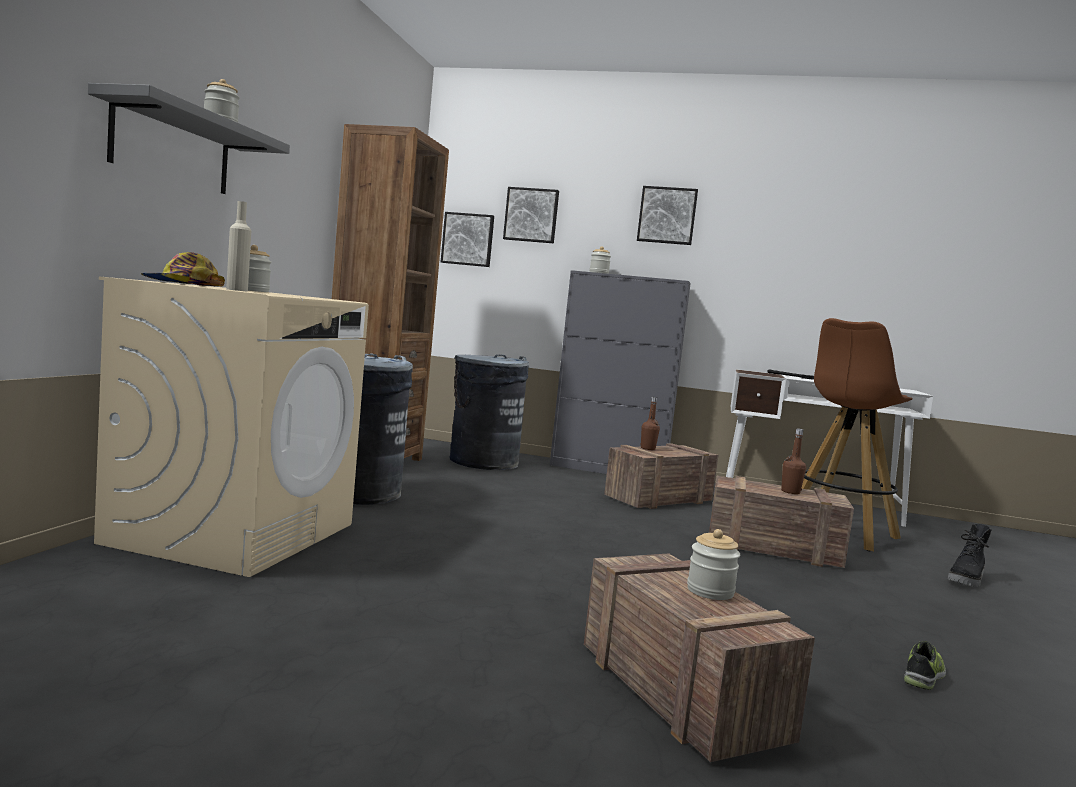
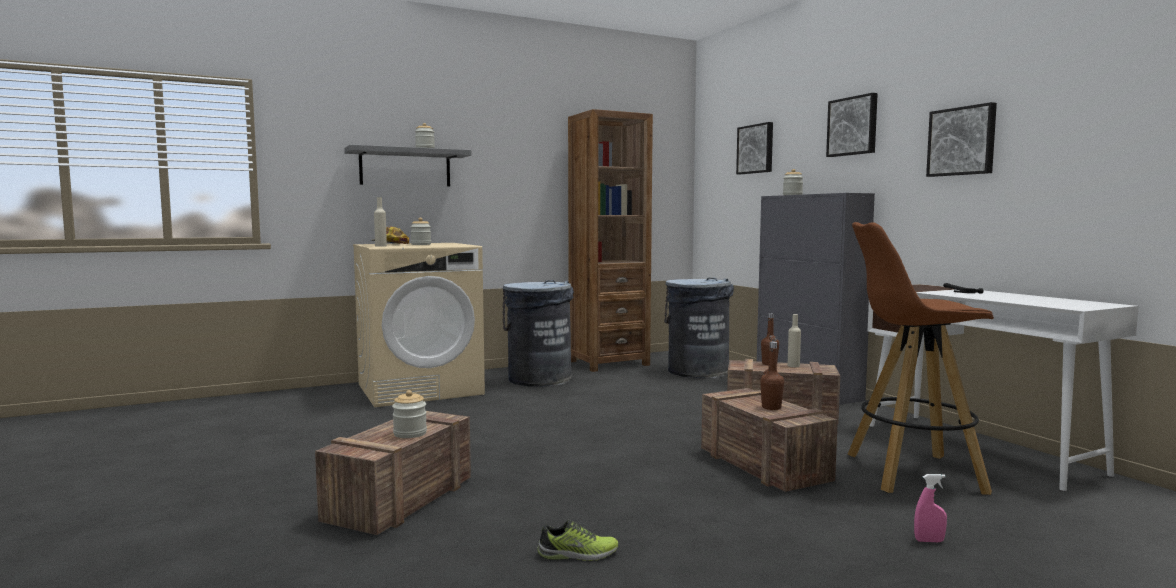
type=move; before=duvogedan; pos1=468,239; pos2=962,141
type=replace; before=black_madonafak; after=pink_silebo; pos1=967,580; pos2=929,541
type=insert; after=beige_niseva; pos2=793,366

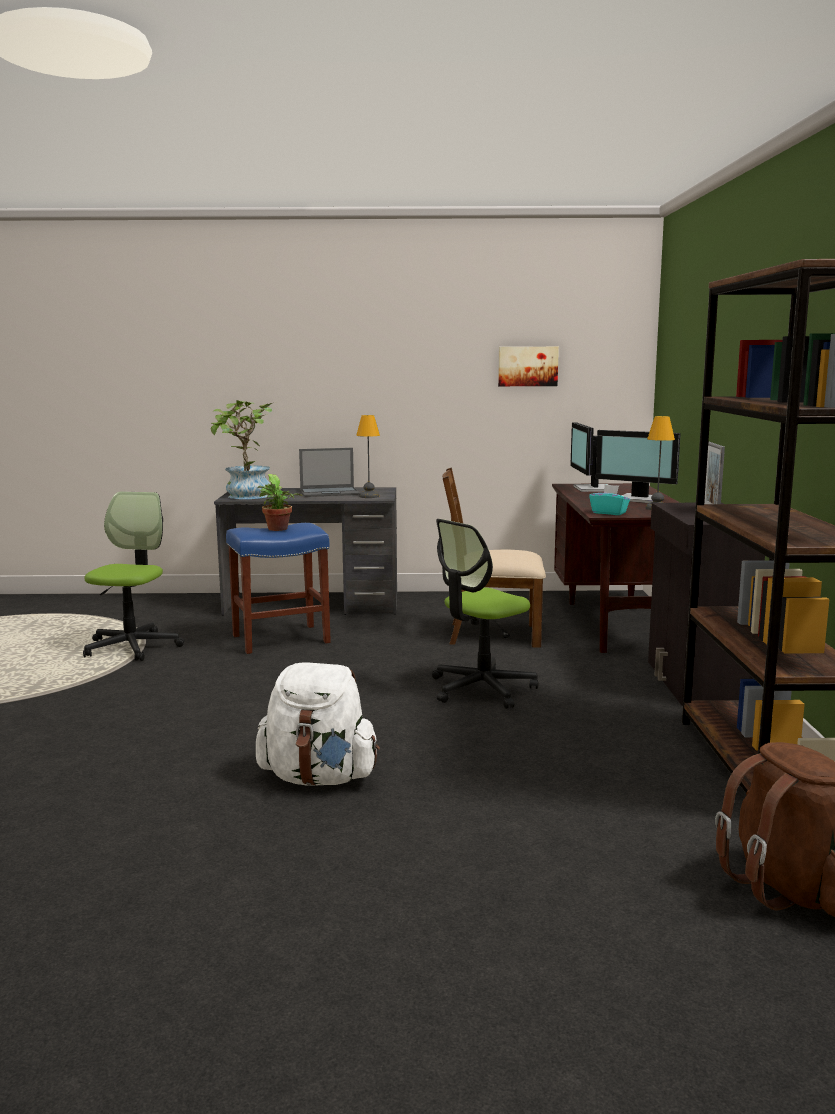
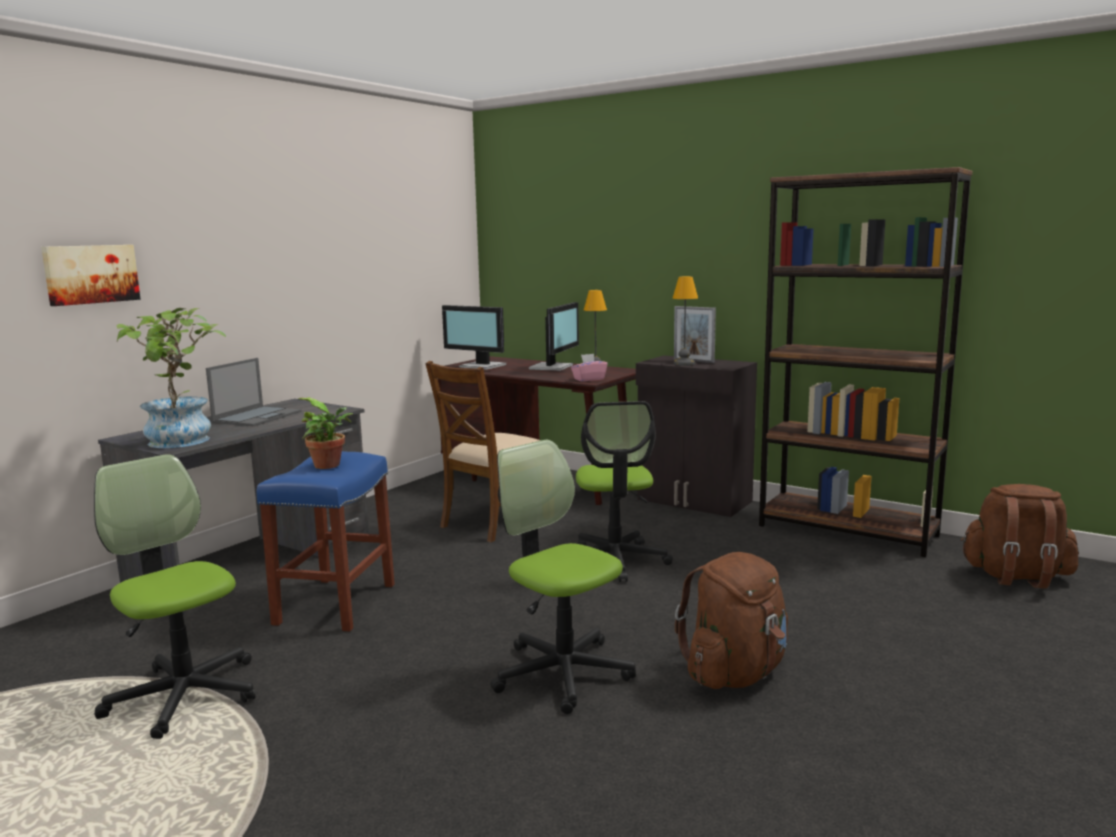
type=recolor; before=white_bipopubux; after=brown_bipopubux; pos1=319,778; pos2=735,673
type=move; before=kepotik; pos1=368,496; pos2=683,364
type=move; before=duvogedan; pos1=527,366; pos2=91,274
type=recolor; before=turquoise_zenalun; after=pink_zenalun; pos1=609,513; pos2=589,379
type=rotate; before=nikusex; pos1=639,499; pos2=553,367; turn=-45
type=insert; after=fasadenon; pos2=562,672

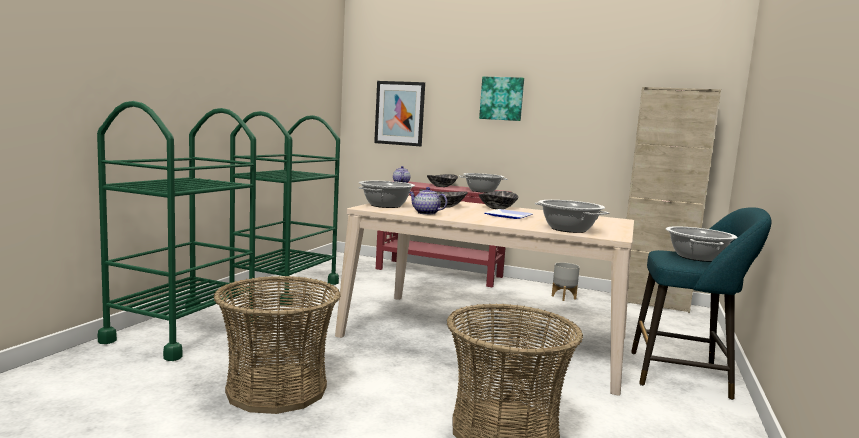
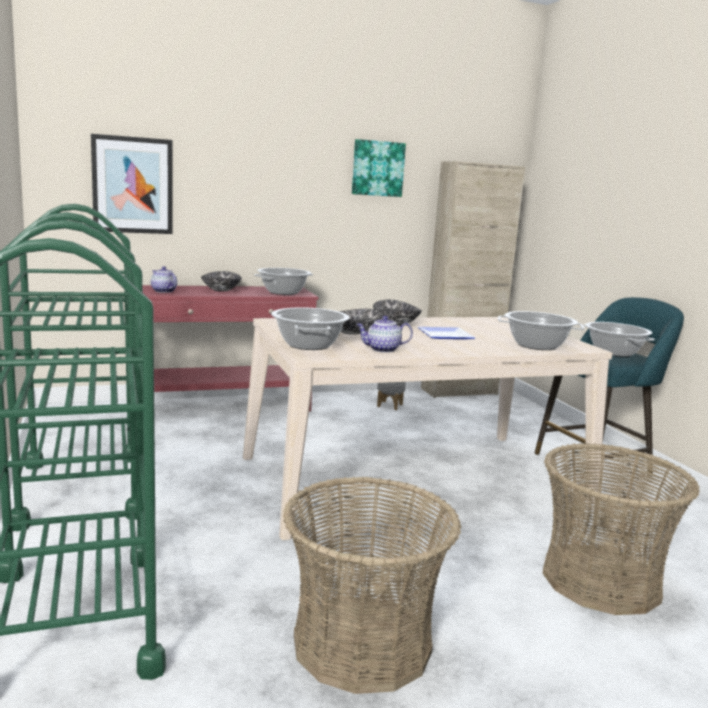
type=move; before=duvogedan; pos1=502,98; pos2=377,168

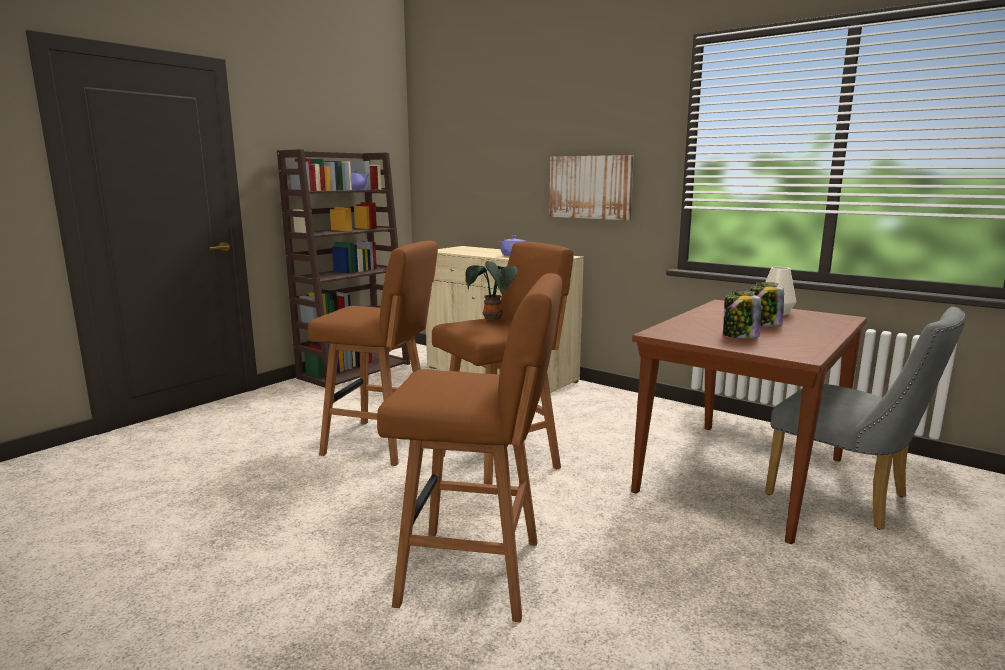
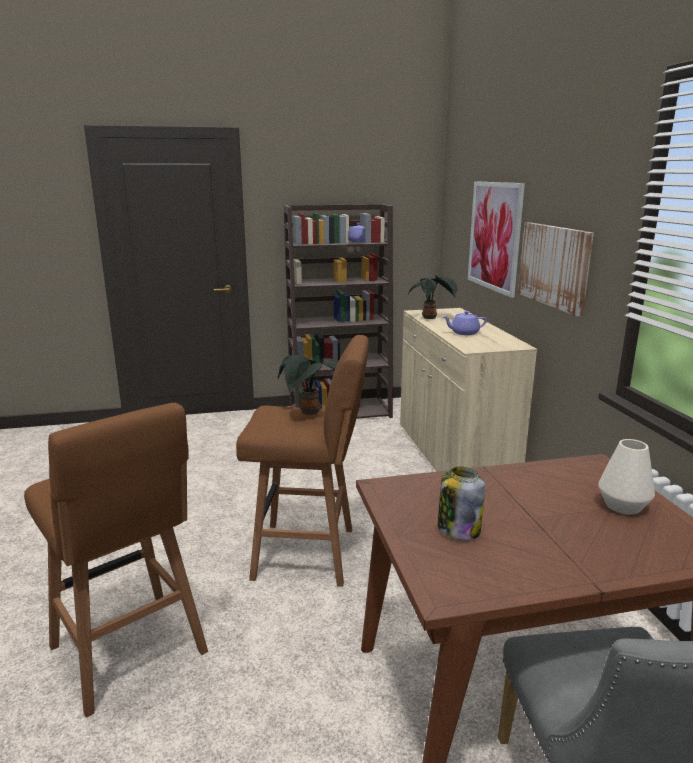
type=delete; before=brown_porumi; pos1=382,443
type=delete; before=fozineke; pos1=763,325
type=insert; after=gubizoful; pos2=431,318
type=insert; after=duvogedan; pos2=494,236

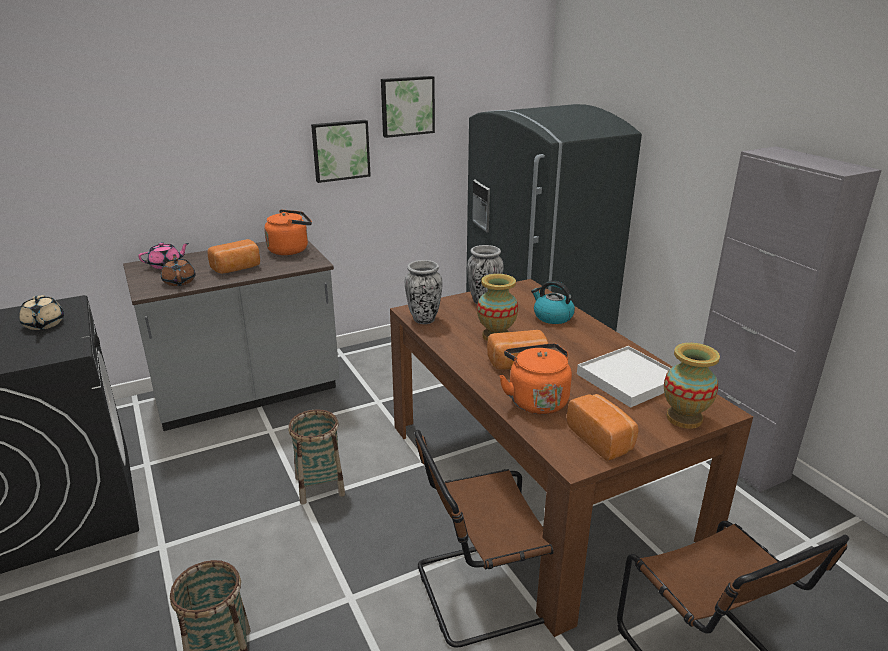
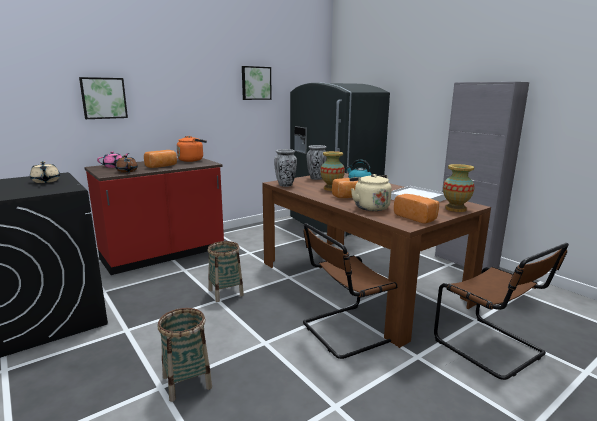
type=recolor; before=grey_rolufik; after=red_rolufik; pos1=248,395; pos2=163,255
type=move; before=duvogedan; pos1=340,150; pos2=103,98
type=recolor; before=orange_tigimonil; after=beige_tigimonil; pos1=536,400; pos2=369,207

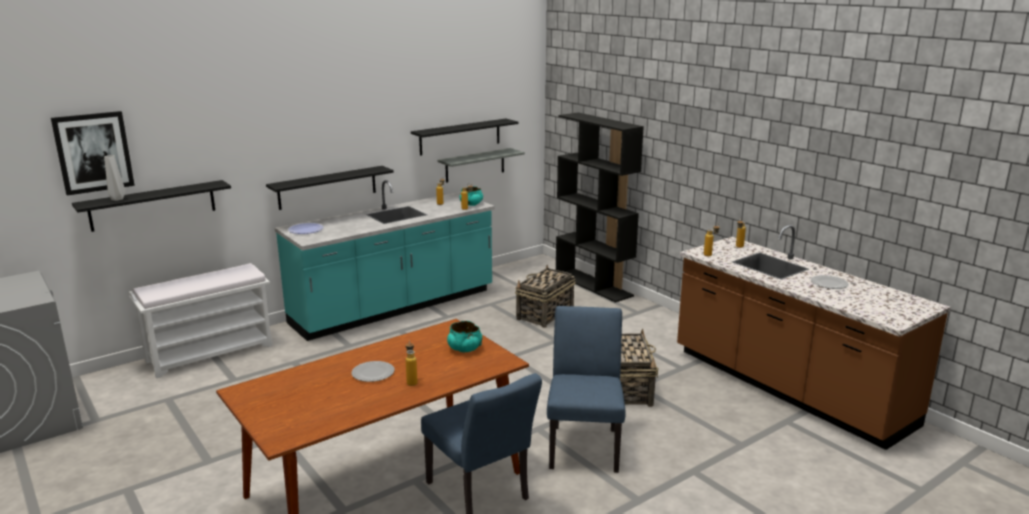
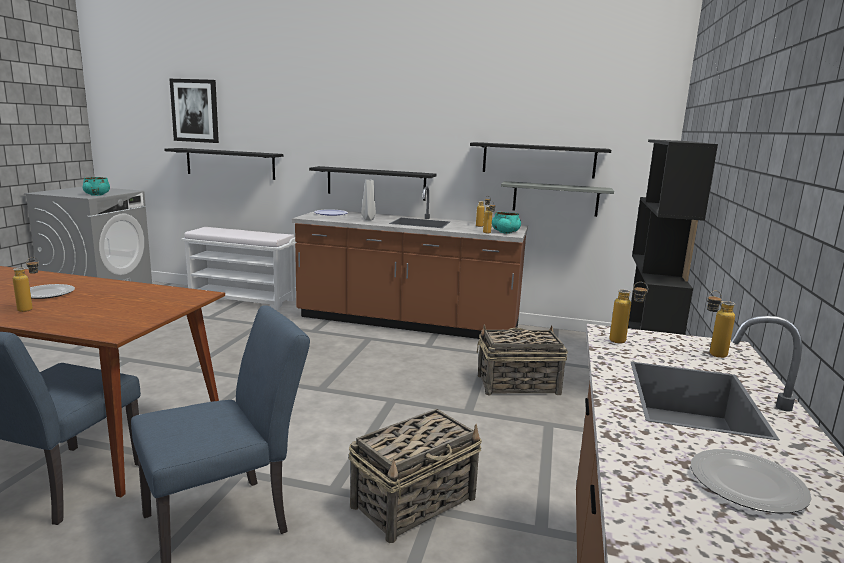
type=move; before=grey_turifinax; pos1=116,199; pos2=367,219
type=recolor; before=turquoise_rolufik; after=brown_rolufik; pos1=394,307; pos2=408,323
type=move; before=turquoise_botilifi; pos1=465,348; pos2=97,194

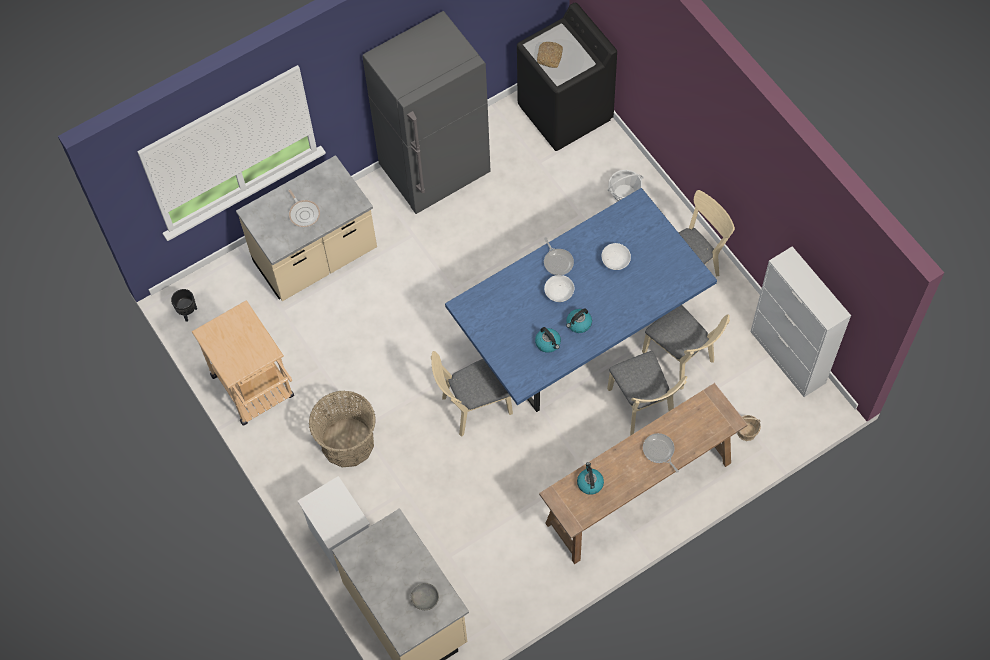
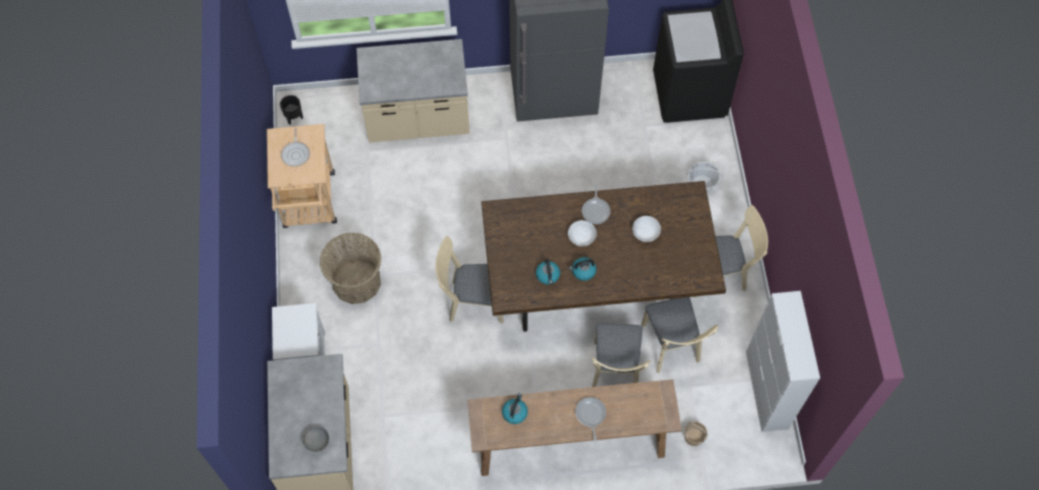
type=move; before=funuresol; pos1=304,213; pos2=296,154
type=recolor; before=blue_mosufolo; after=brown_mosufolo; pos1=579,333; pos2=597,283
type=delete; before=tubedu; pos1=550,57

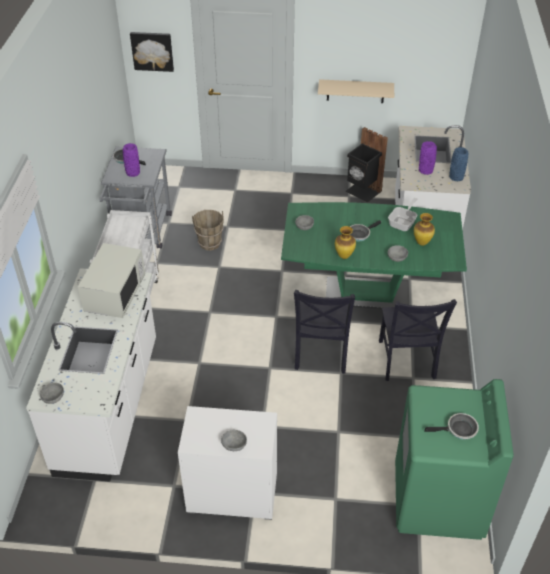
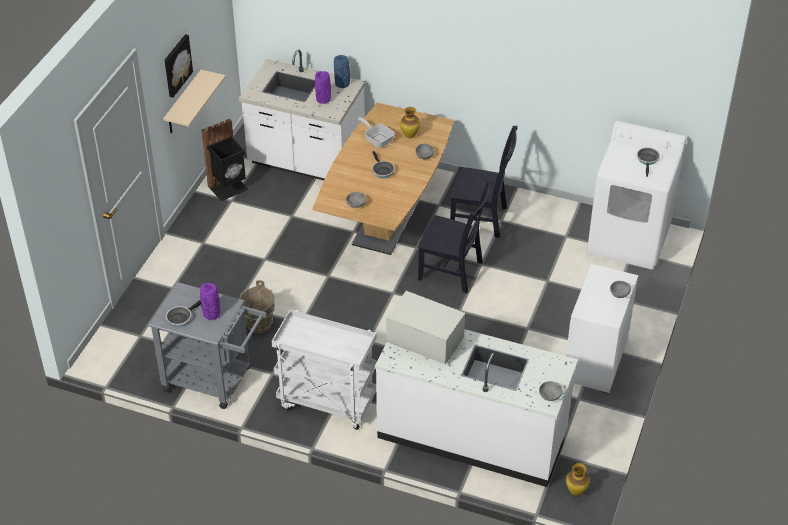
type=move; before=duvogedan; pos1=152,51; pos2=176,65
type=recolor; before=green_mosufolo; after=brown_mosufolo; pos1=367,293; pos2=386,223
type=move; before=turifinax; pos1=344,256; pos2=576,491
type=recolor; before=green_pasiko; after=white_pasiko; pos1=438,500; pos2=629,240

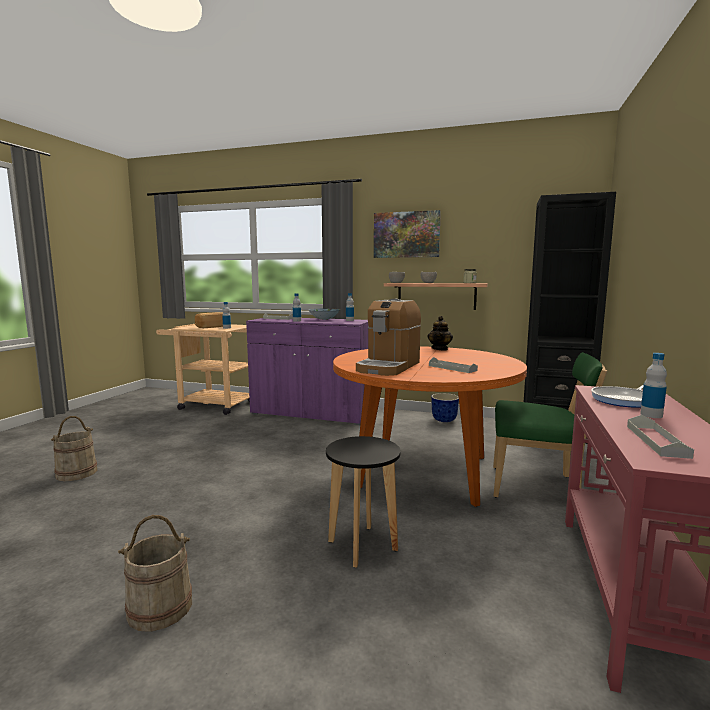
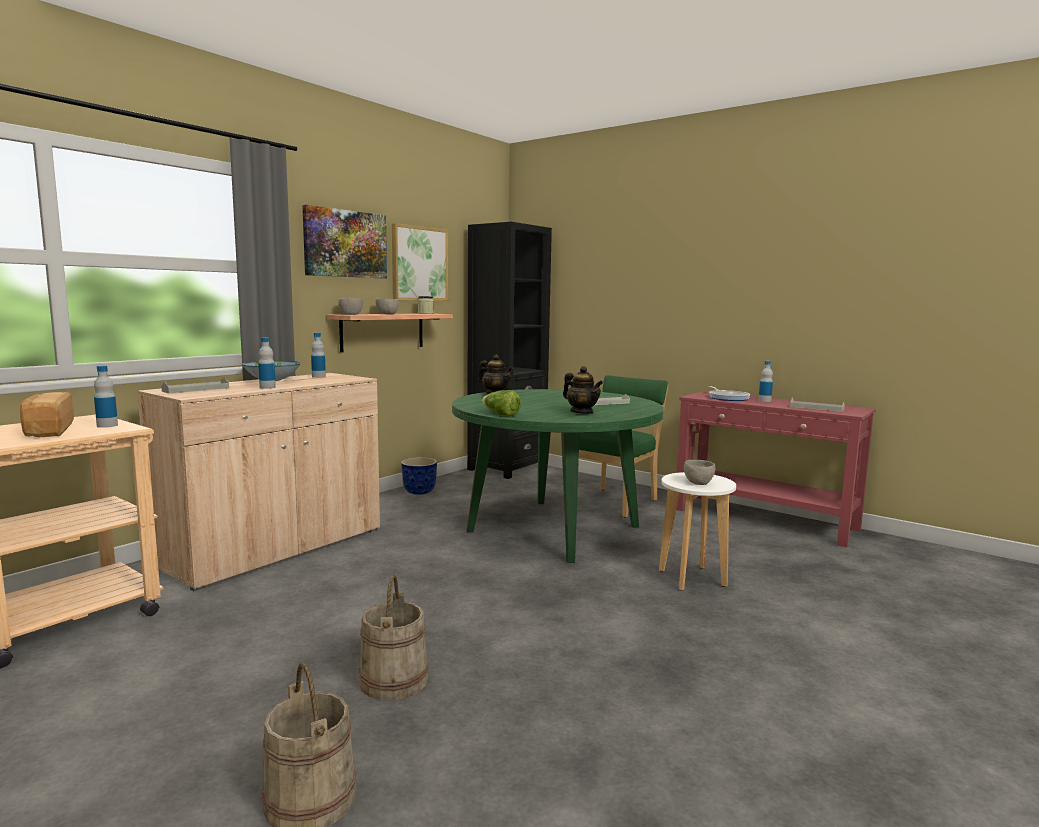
type=move; before=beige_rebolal; pos1=160,608; pos2=394,680
type=recolor; before=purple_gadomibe; after=beige_gadomibe; pos1=311,413; pos2=275,548
type=recolor; before=black_porumi; after=white_porumi; pos1=363,546; pos2=692,578
type=recolor; before=orange_mosufolo; after=green_mosufolo; pos1=423,471; pos2=553,528
type=replace; before=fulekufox; after=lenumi; pos1=388,367; pos2=582,412
type=insert; after=duvogedan; pos2=419,264
type=insert; after=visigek; pos2=500,414
type=insert; after=grey_botilifi; pos2=697,483

